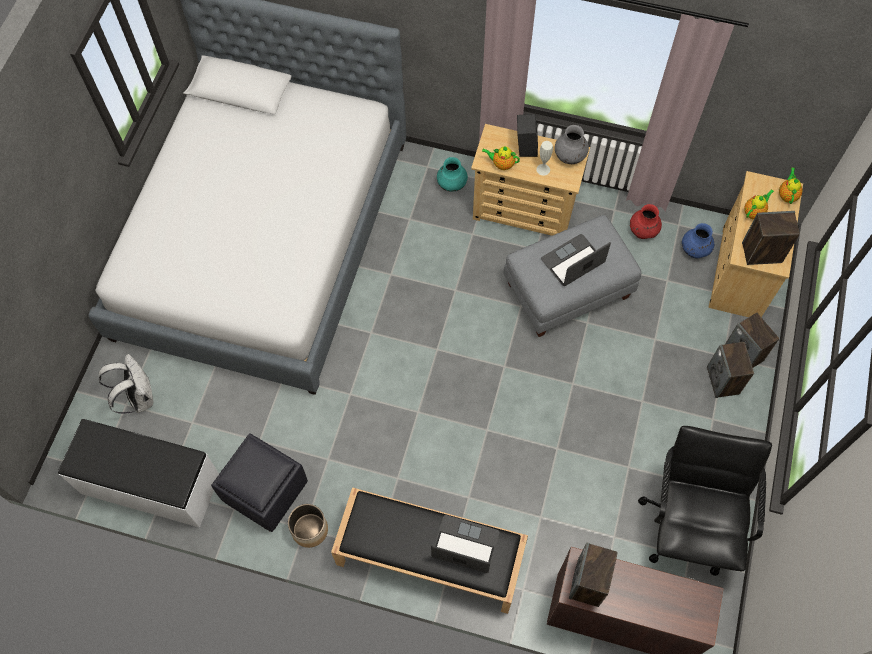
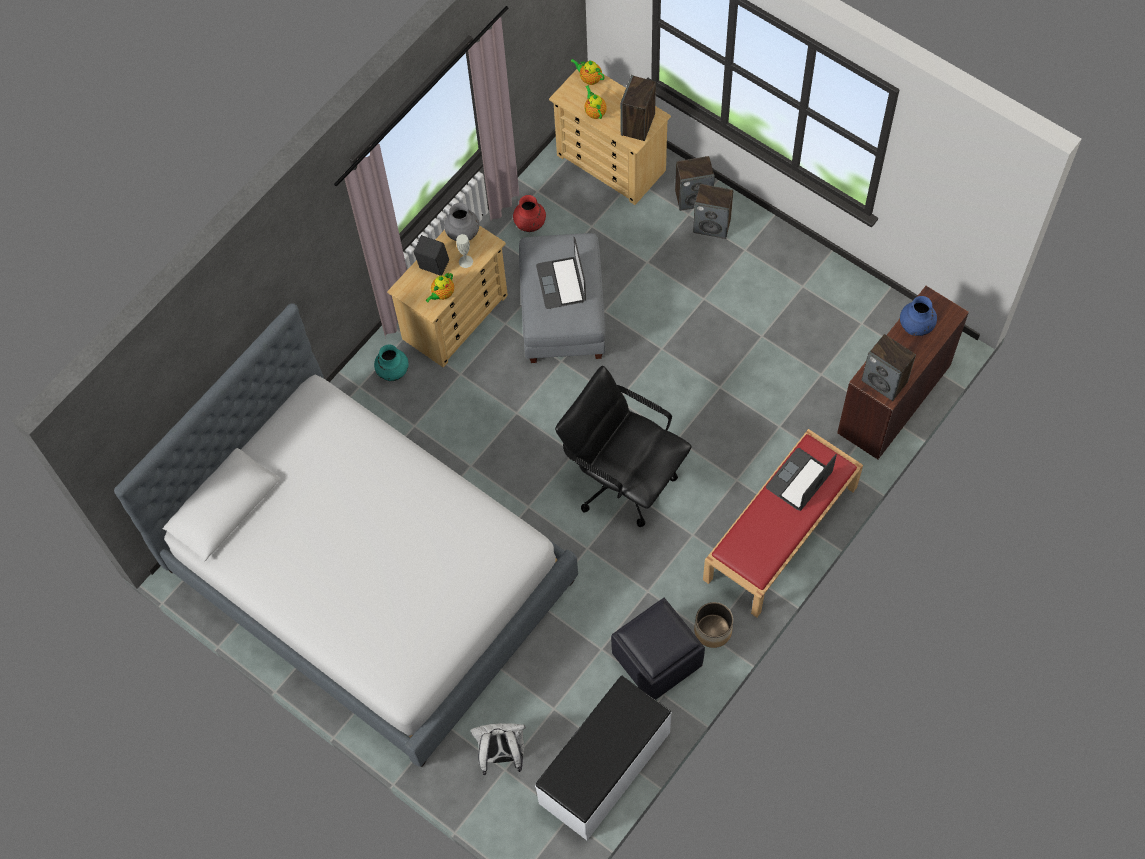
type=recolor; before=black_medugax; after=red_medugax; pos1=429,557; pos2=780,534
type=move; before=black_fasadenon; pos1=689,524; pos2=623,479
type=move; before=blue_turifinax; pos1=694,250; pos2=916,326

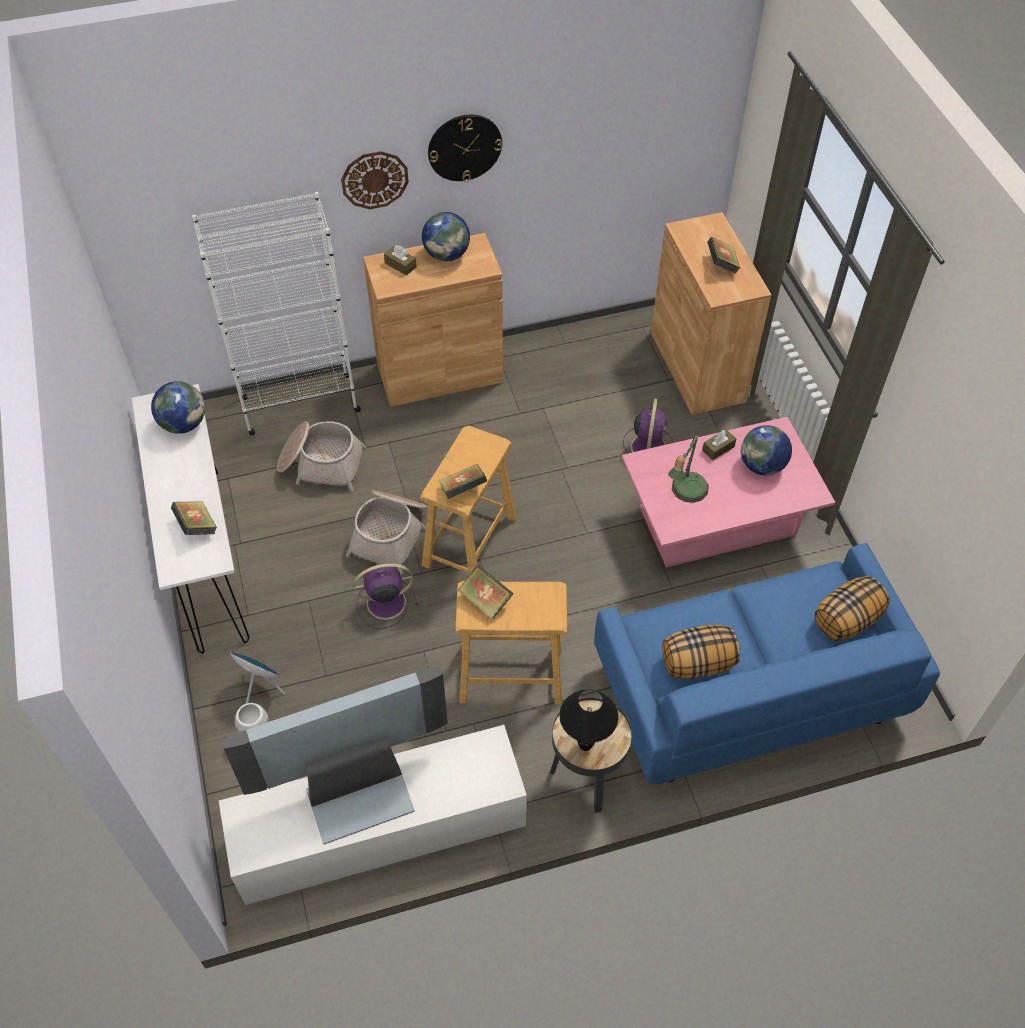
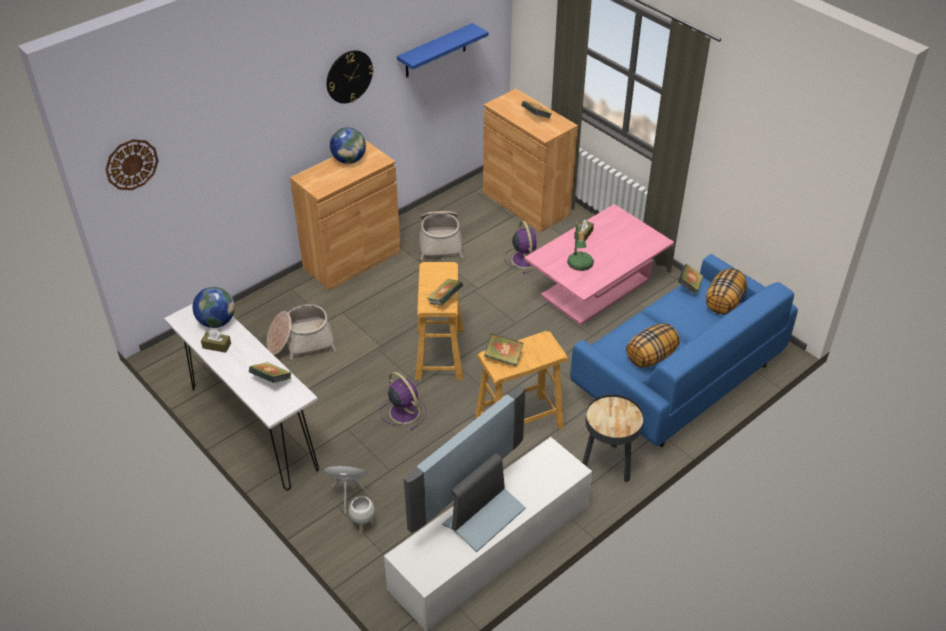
type=delete; before=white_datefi; pos1=299,404
type=move; before=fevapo; pos1=374,179; pos2=131,164
type=move; before=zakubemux; pos1=391,534; pos2=440,241
type=rotate; before=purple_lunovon; pos1=384,603; pos2=403,411; turn=90
type=move; before=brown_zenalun; pos1=400,265; pos2=216,346
type=delete; before=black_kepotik; pos1=586,746
type=delete; before=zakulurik; pos1=762,466
type=insert; after=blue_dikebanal; pos2=435,51
type=insert; after=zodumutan; pos2=689,286

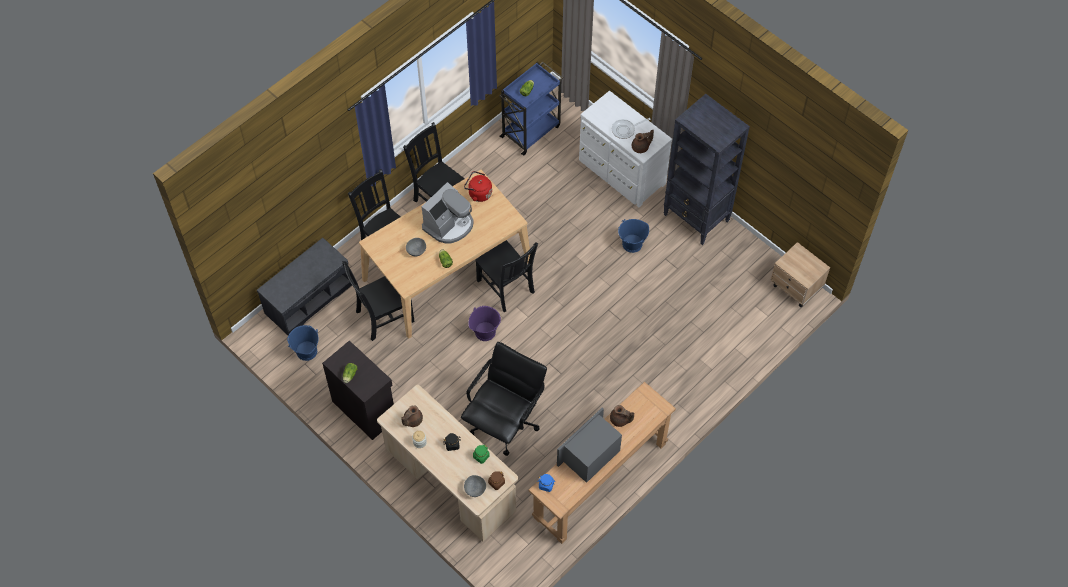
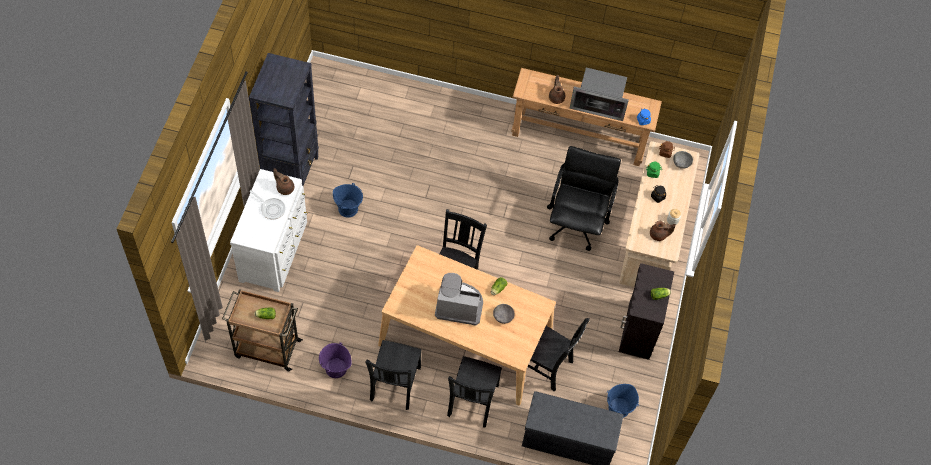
type=rotate; before=black_fasadenon; pos1=504,422; pos2=576,223; turn=105
type=delete; before=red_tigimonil; pos1=478,193
type=move; before=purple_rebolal; pos1=485,331; pos2=335,369
type=recolor; before=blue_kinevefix; after=brown_kinevefix; pos1=531,131; pos2=266,348
type=delete; before=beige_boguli; pos1=796,288

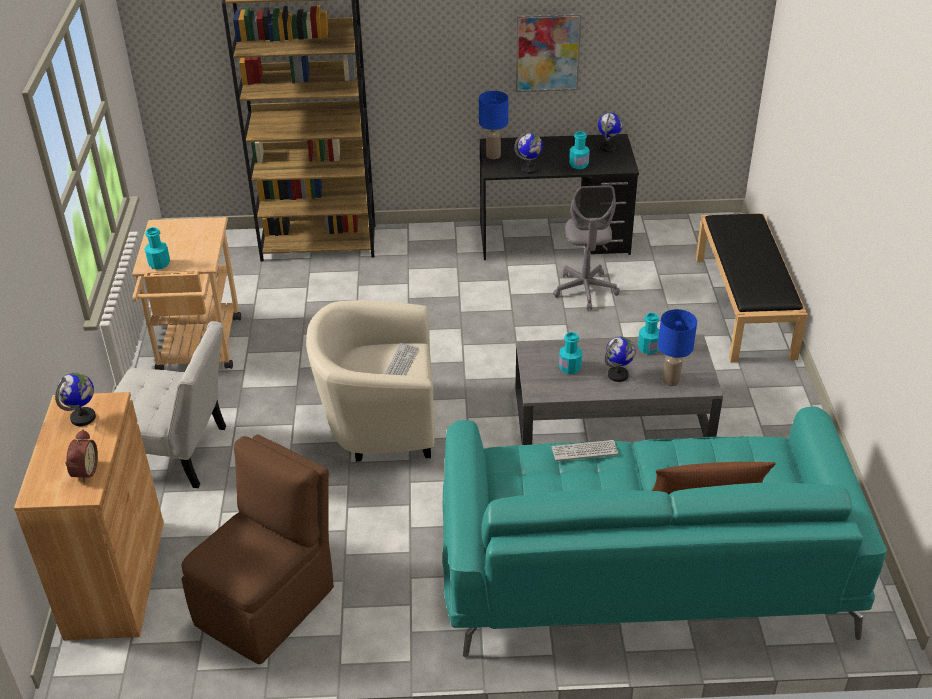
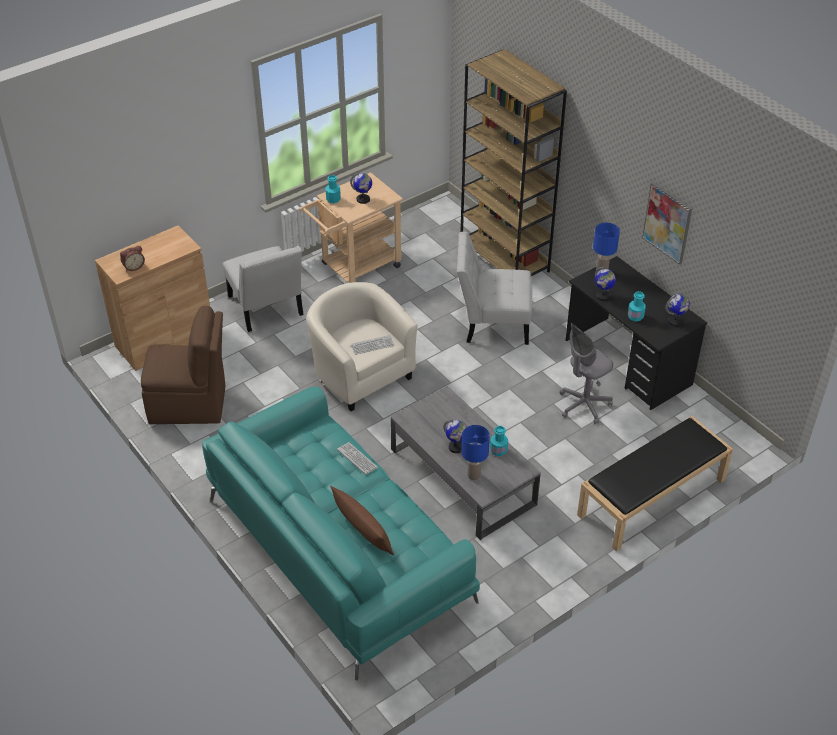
type=move; before=zakulurik; pos1=83,418; pos2=363,199
type=delete; before=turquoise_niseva; pos1=570,367
type=insert; after=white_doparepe; pos2=492,323

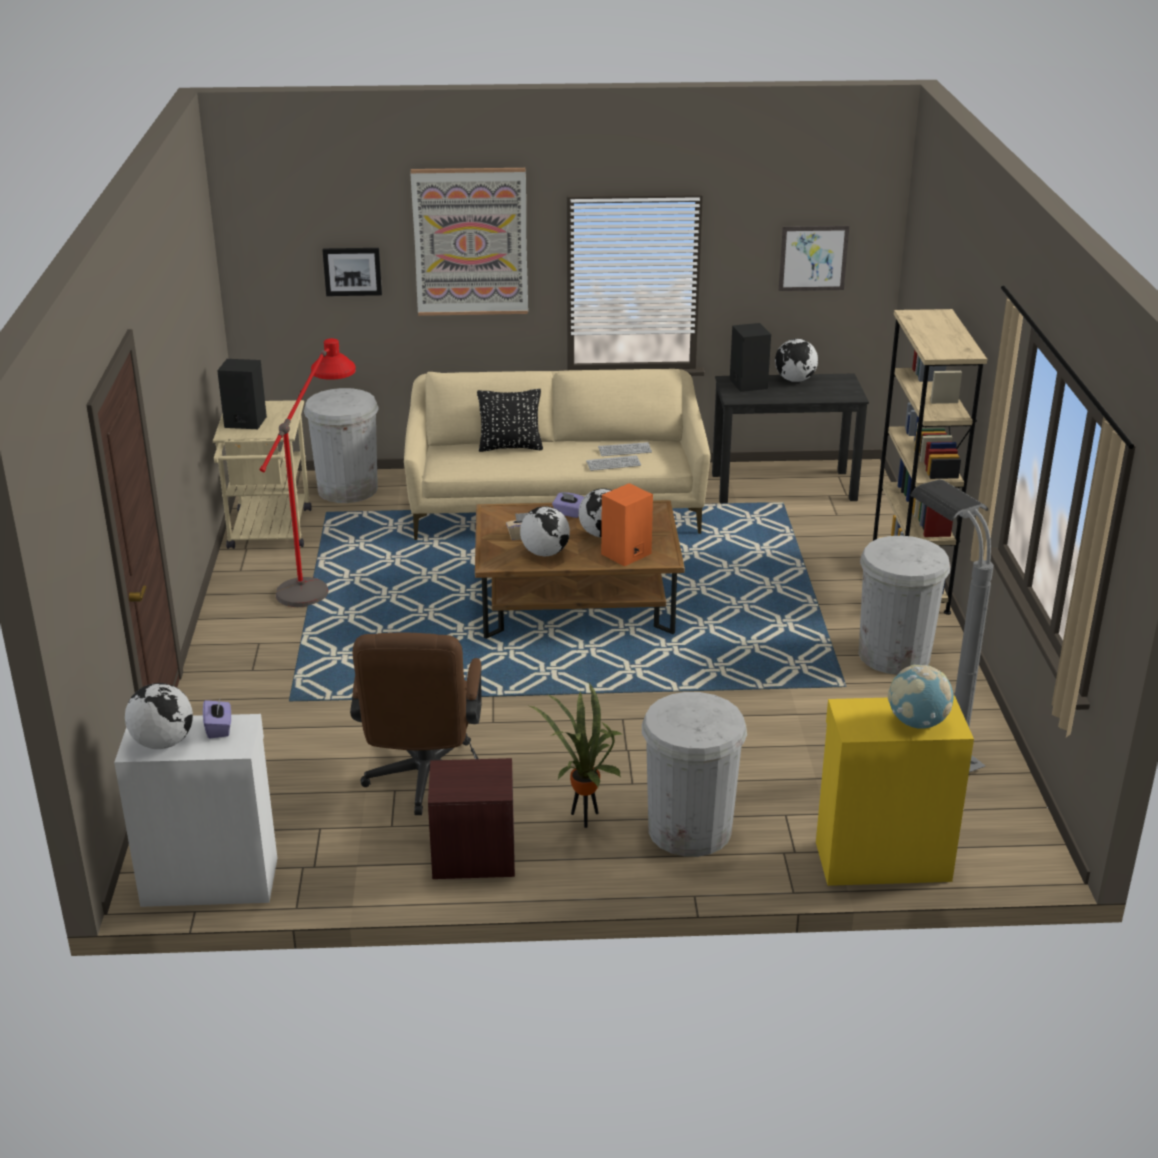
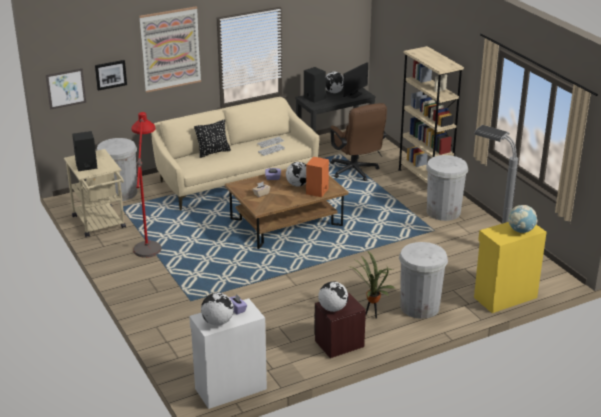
type=move; before=brown_fasadenon; pos1=423,783; pos2=356,172
type=move; before=zakulurik; pos1=545,553; pos2=332,308
type=move; before=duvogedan; pos1=813,258; pos2=66,88
type=insert; after=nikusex; pos2=354,94

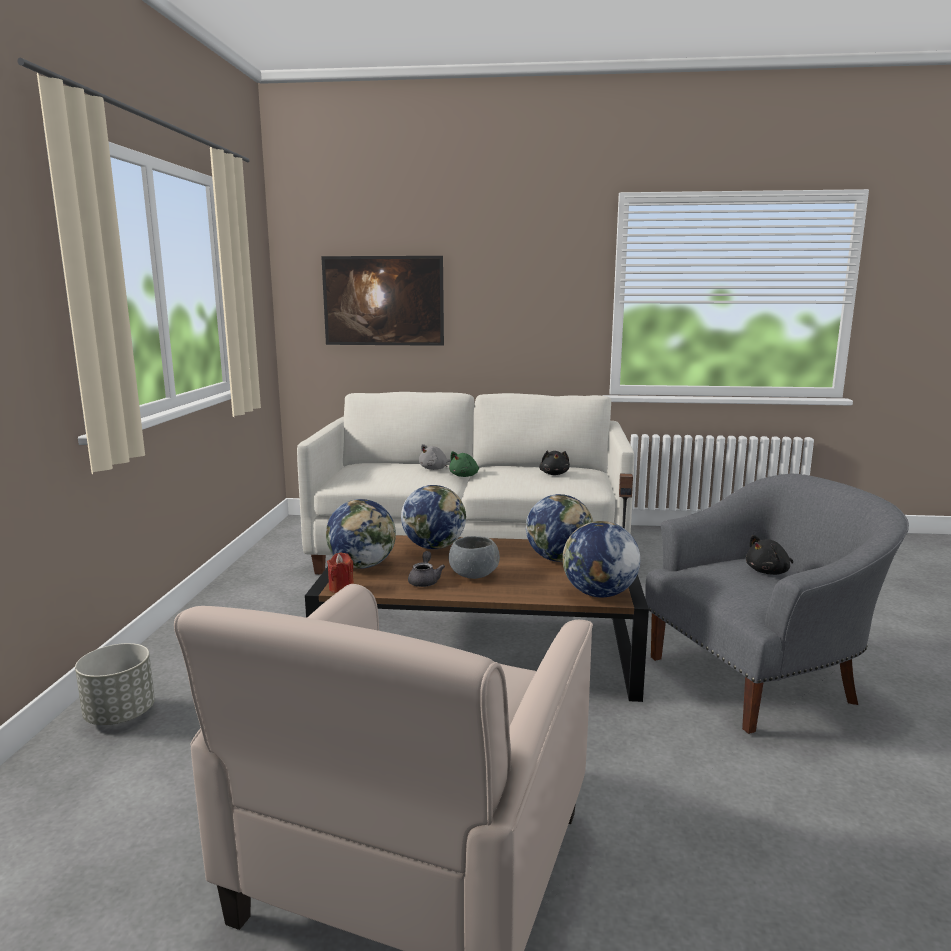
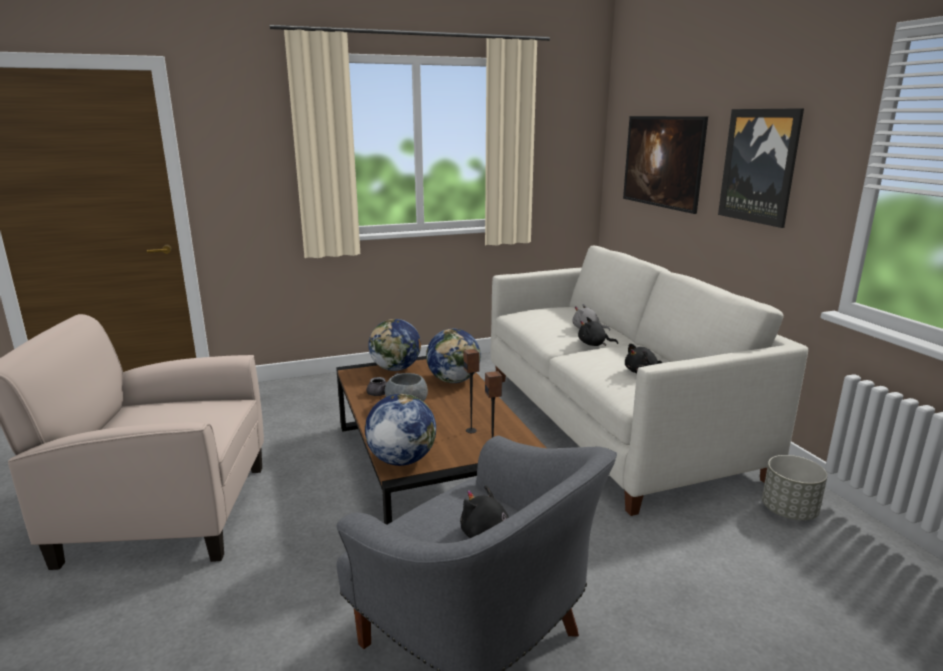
type=move; before=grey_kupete; pos1=120,714; pos2=788,511
type=delete; before=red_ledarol; pos1=341,588
type=recolor; before=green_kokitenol; after=black_kokitenol; pos1=465,476; pos2=594,344
type=replace; before=zakulurik; after=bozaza; pos1=559,559; pos2=471,430
type=insert; after=duvogedan; pos2=759,166

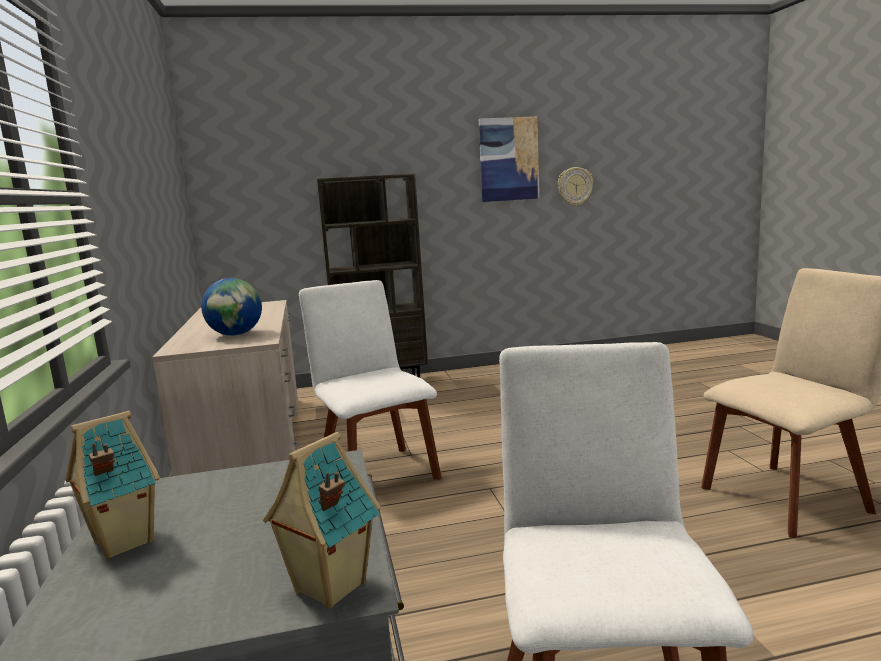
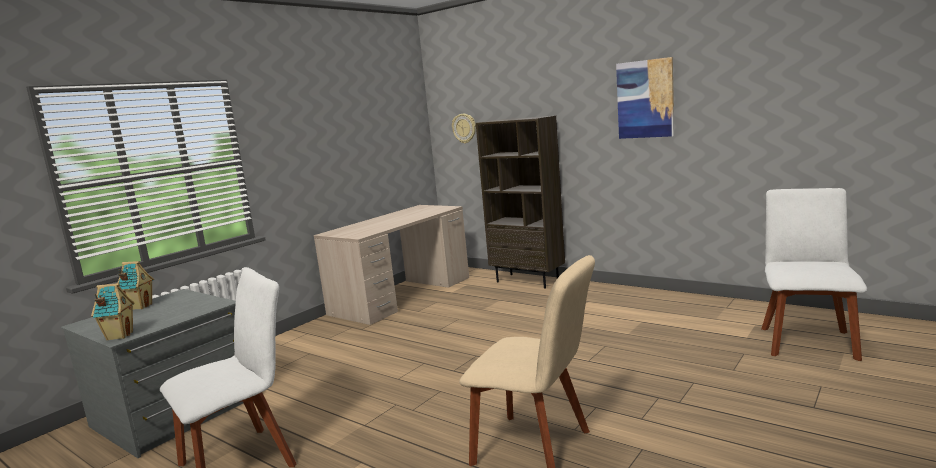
type=delete; before=zakulurik; pos1=236,335
type=move; before=white_doparepe; pos1=376,472; pos2=807,341
type=move; before=fevapo; pos1=574,186; pos2=464,128

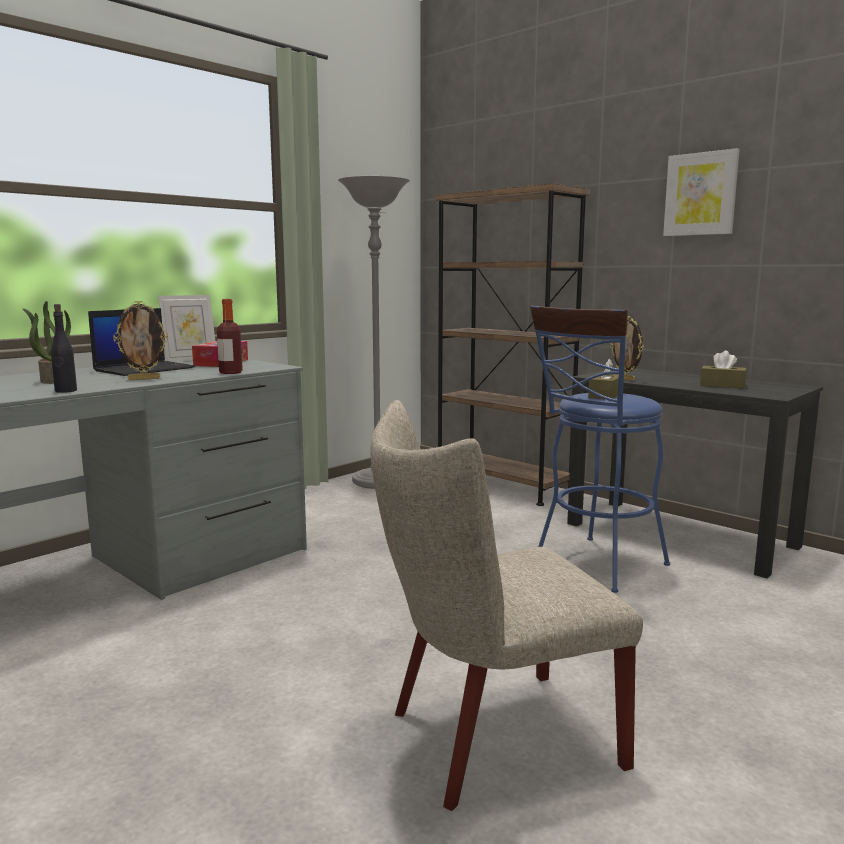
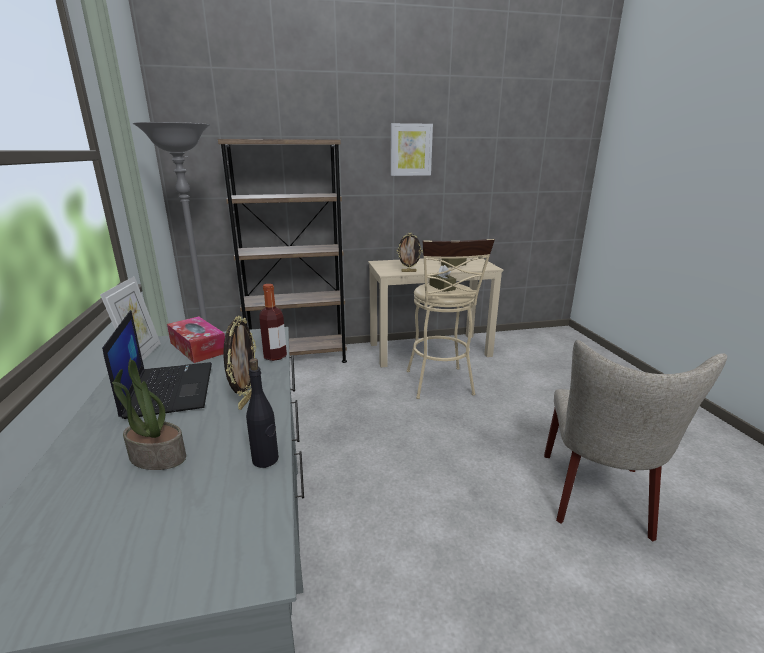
type=recolor; before=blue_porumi; after=beige_porumi; pos1=594,566; pos2=441,385
type=recolor; before=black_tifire; after=beige_tifire; pos1=680,535; pos2=430,349

